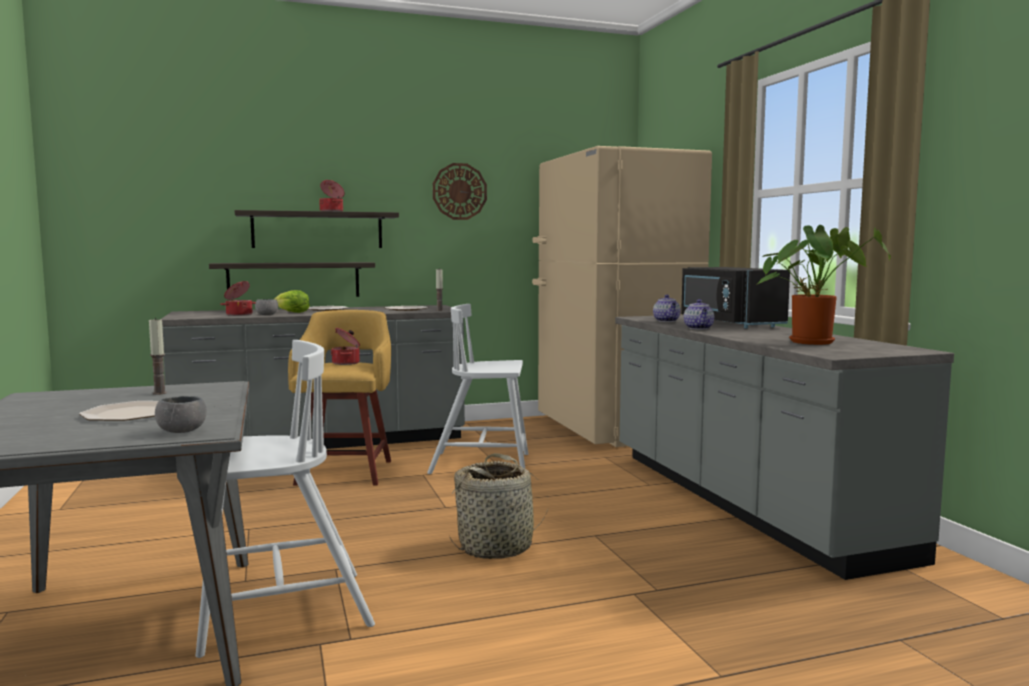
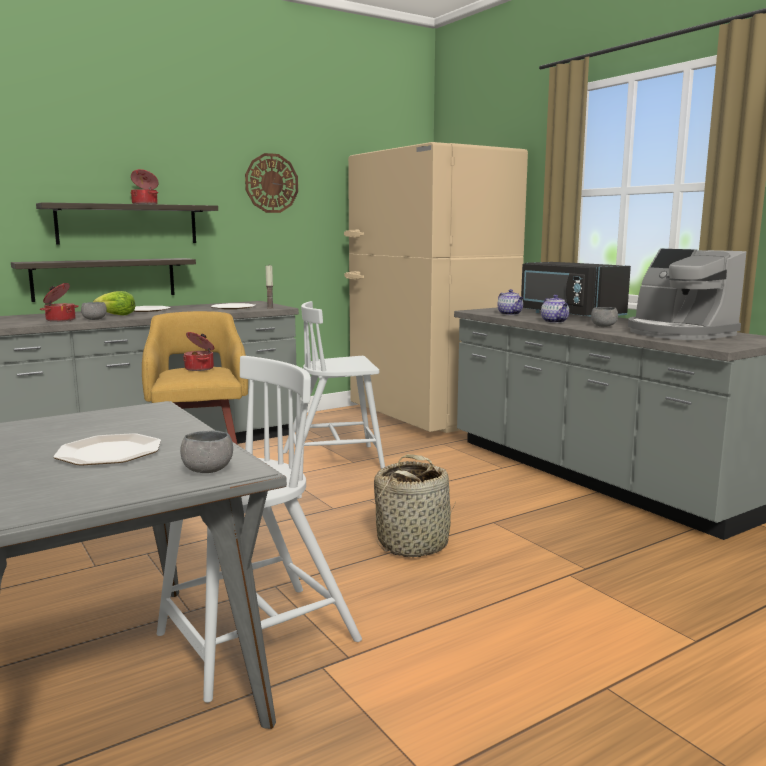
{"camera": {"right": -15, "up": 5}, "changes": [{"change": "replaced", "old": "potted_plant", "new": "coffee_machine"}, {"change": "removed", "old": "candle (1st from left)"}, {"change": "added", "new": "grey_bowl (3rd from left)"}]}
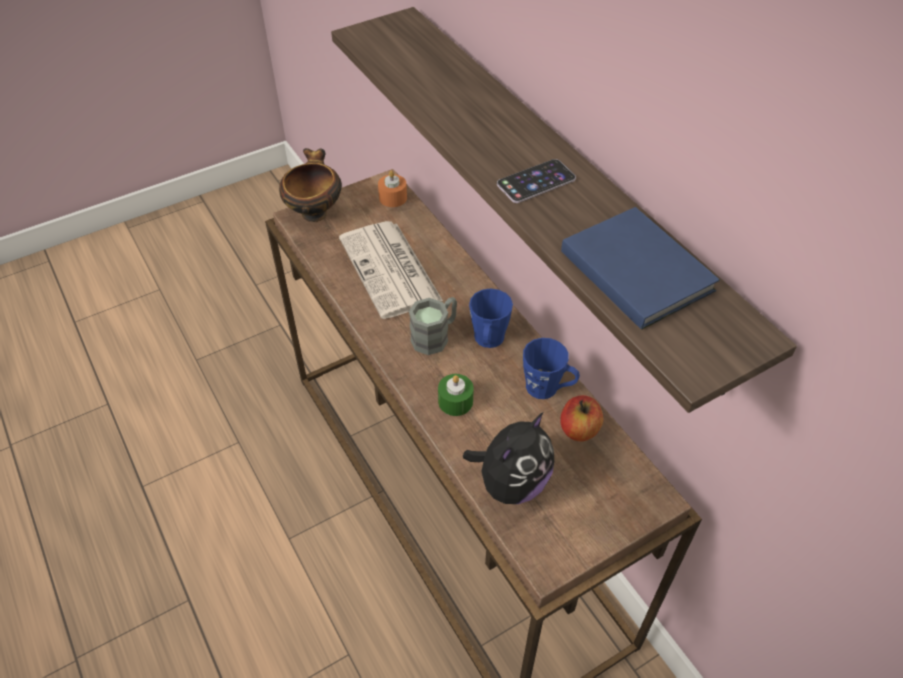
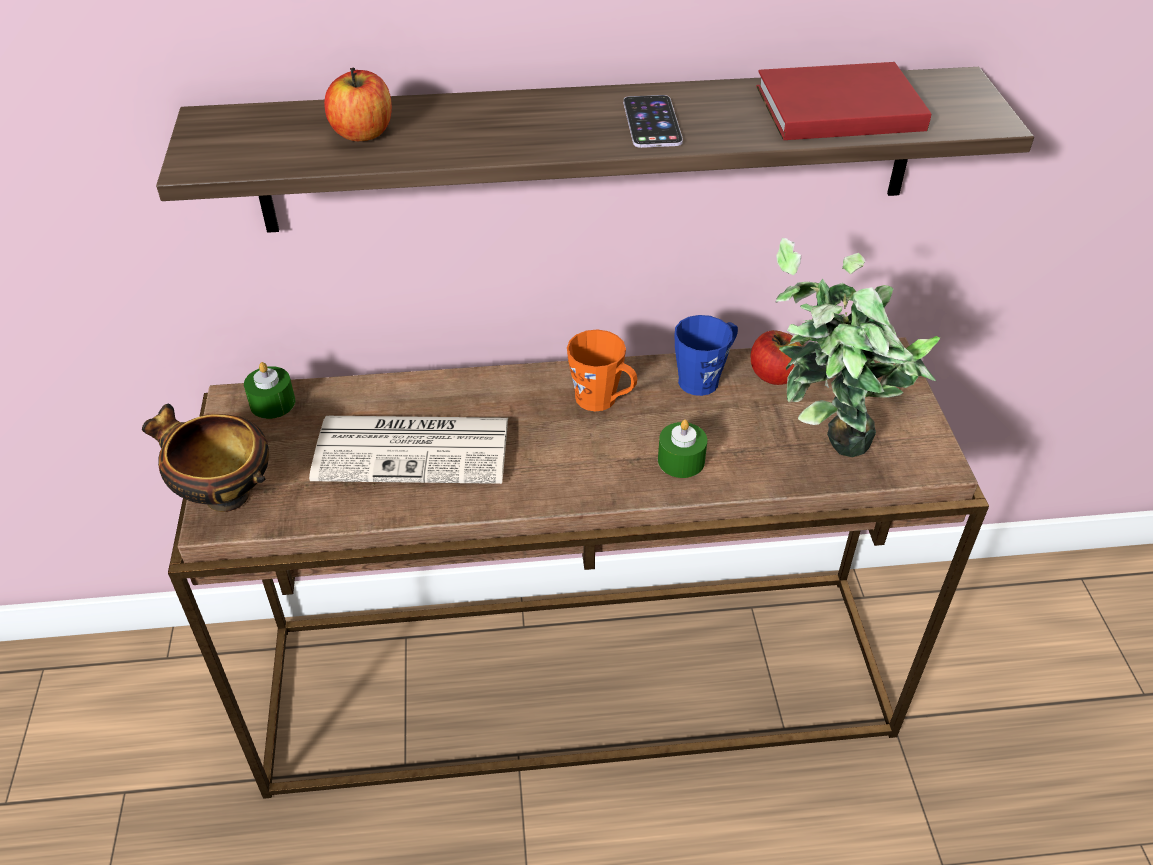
{"camera": {"right": -65, "up": -5}, "changes": [{"change": "recoloured", "old": "orange_candle", "new": "green_candle (1st from left)"}, {"change": "recoloured", "old": "blue_book", "new": "red_book"}, {"change": "recoloured", "old": "blue_mug (1st from left)", "new": "orange_mug"}, {"change": "removed", "old": "grey_mug"}, {"change": "replaced", "old": "plush_toy", "new": "potted_plant"}, {"change": "added", "new": "apple (1st from left)"}]}
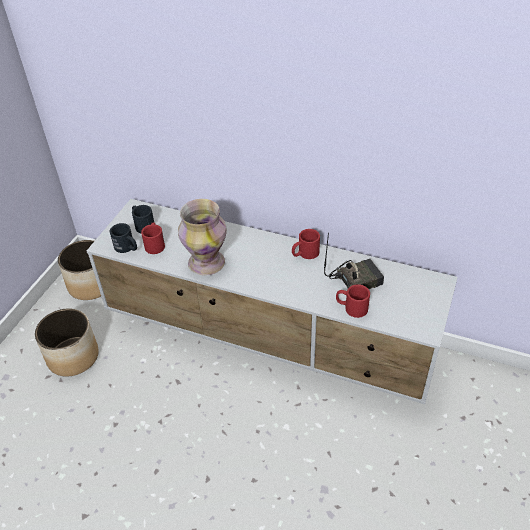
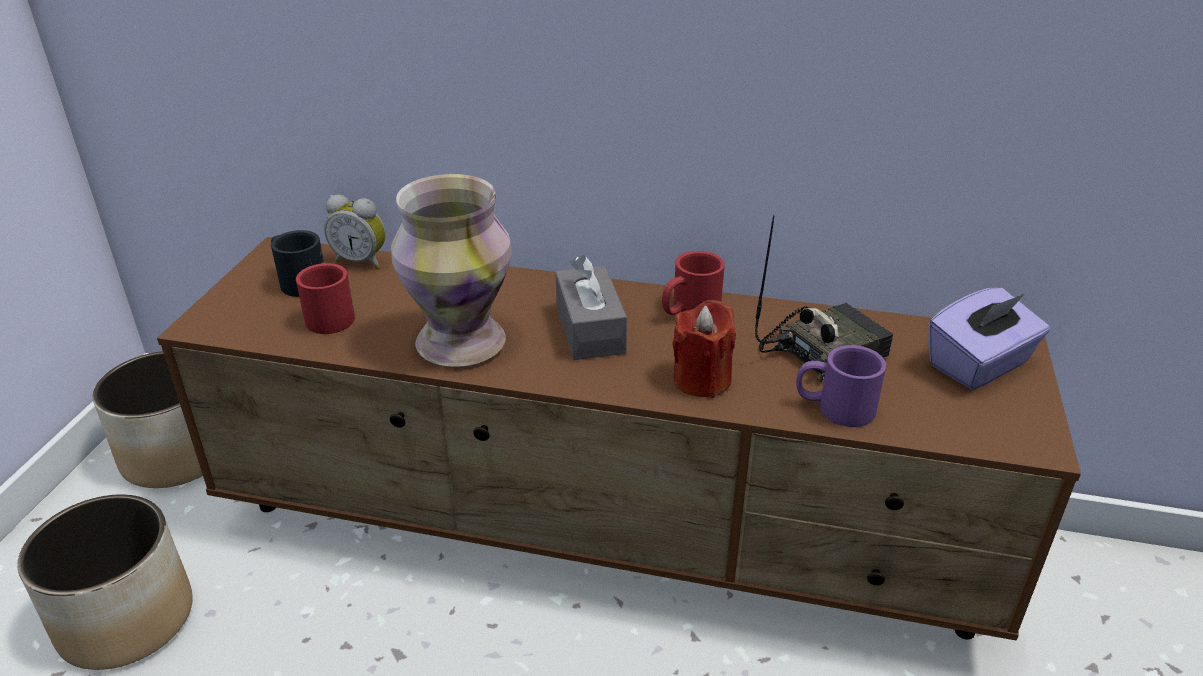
{"camera": {"right": -10, "up": -10}, "changes": [{"change": "recoloured", "old": "white_tv_stand", "new": "brown_tv_stand"}, {"change": "removed", "old": "black_mug (1st from left)"}, {"change": "recoloured", "old": "red_mug (3rd from left)", "new": "purple_mug"}, {"change": "added", "new": "alarm_clock"}, {"change": "added", "new": "grey_tissue_box"}, {"change": "added", "new": "purple_tissue_box"}, {"change": "added", "new": "red_candle"}]}
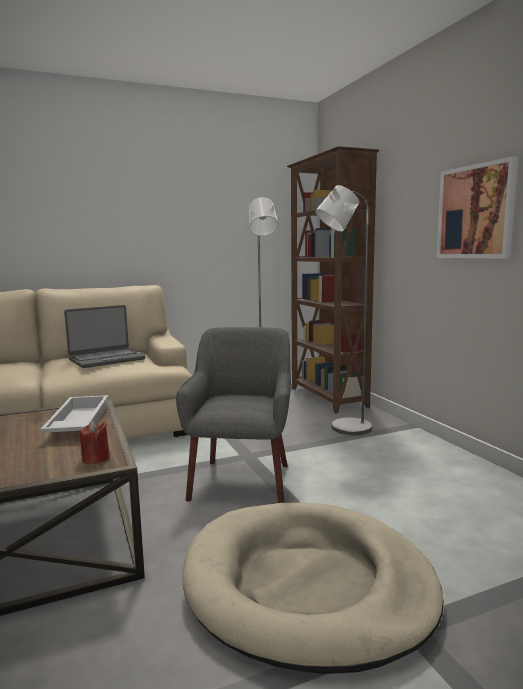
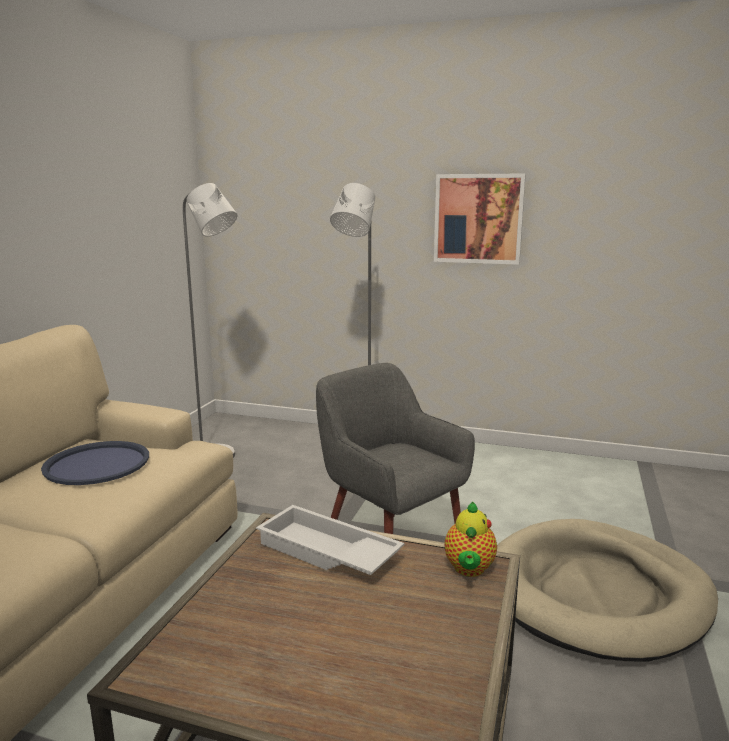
{"camera": {"right": -50, "up": 5}, "changes": [{"change": "removed", "old": "brown_bookcase"}, {"change": "replaced", "old": "laptop", "new": "blue_tray"}, {"change": "replaced", "old": "red_candle", "new": "teapot"}]}
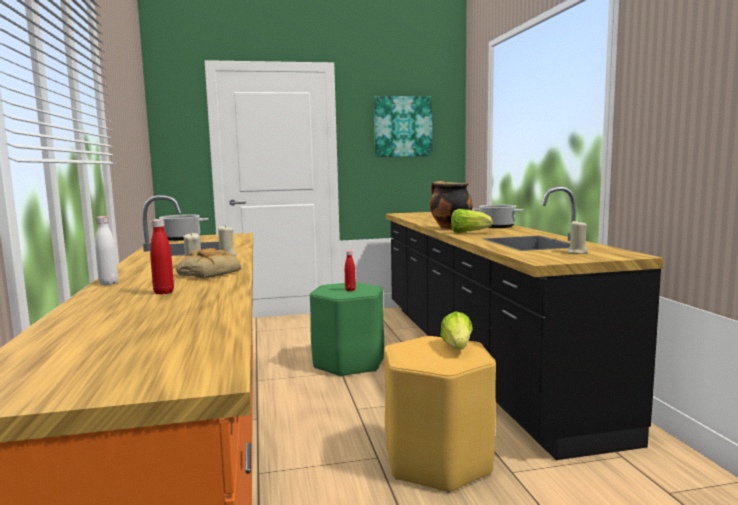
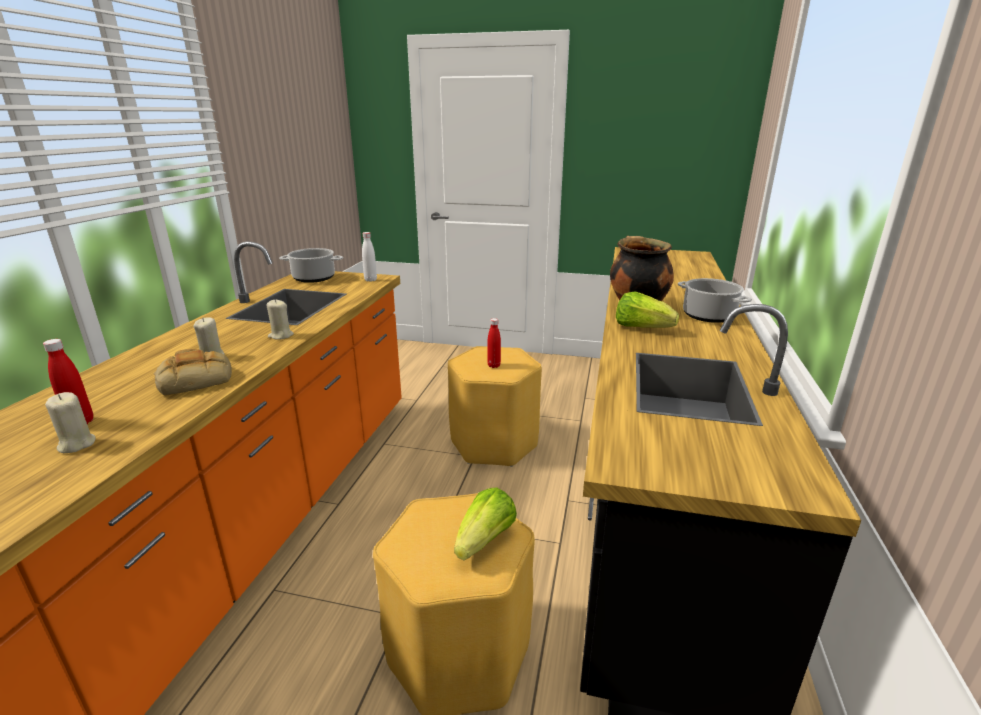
{"camera": {"right": 25, "up": 15}, "changes": [{"change": "removed", "old": "picture"}, {"change": "moved", "old": "white_bottle"}, {"change": "moved", "old": "beige_candle (3rd from left in the first image)", "new": "beige_candle (1st from left)"}, {"change": "recoloured", "old": "green_stool", "new": "yellow_stool (2nd from left)"}]}
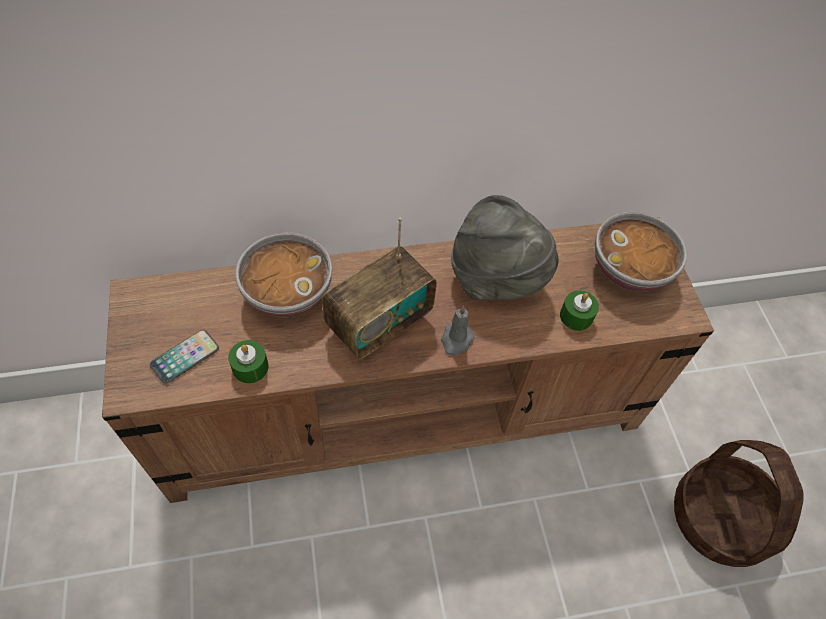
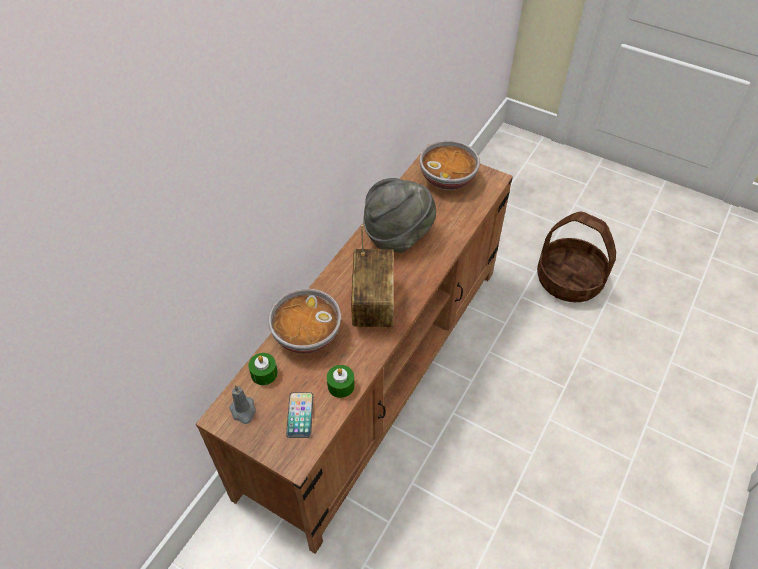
{"camera": {"right": -45, "up": -5}, "changes": [{"change": "moved", "old": "green_candle (2nd from left in the first image)", "new": "green_candle (1st from left)"}, {"change": "moved", "old": "grey_candle"}]}
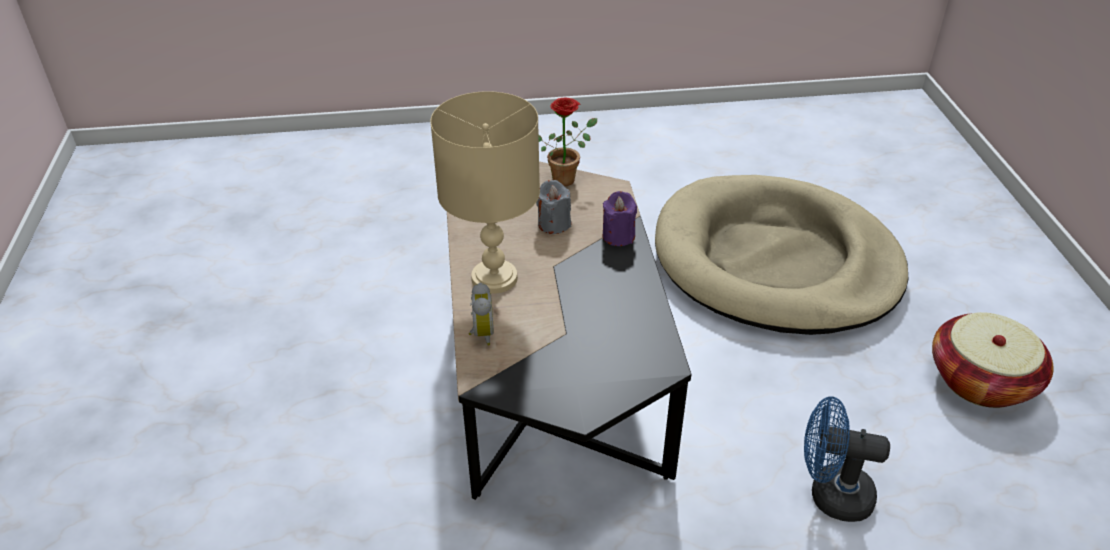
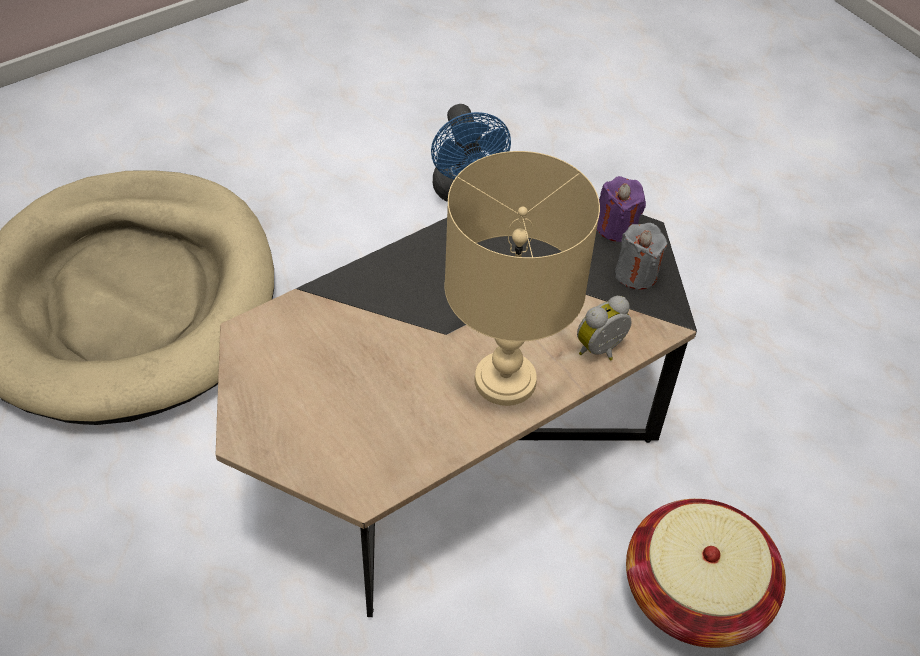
{"camera": {"right": -120, "up": 10}, "changes": [{"change": "removed", "old": "potted_plant"}, {"change": "moved", "old": "grey_candle"}, {"change": "moved", "old": "purple_candle"}, {"change": "moved", "old": "basket"}]}
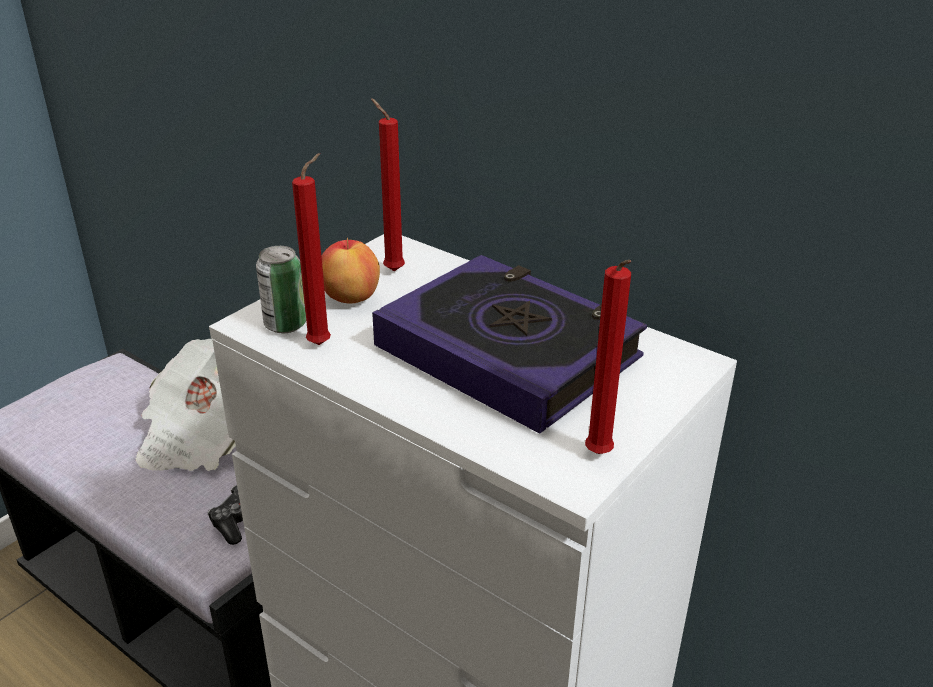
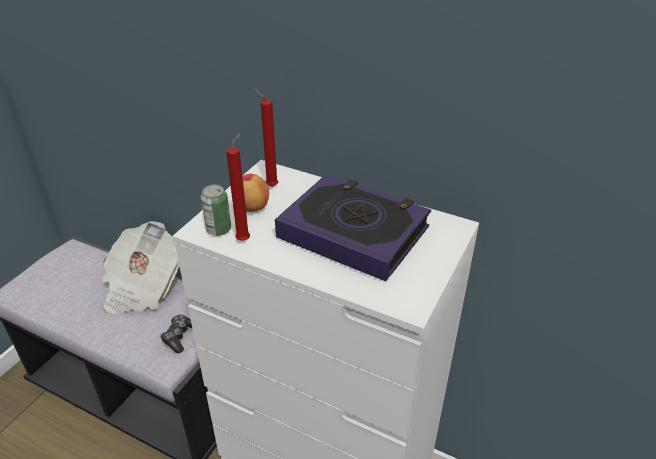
{"camera": {"right": -10, "up": 5}, "changes": [{"change": "removed", "old": "red_candle (3rd from left)"}]}
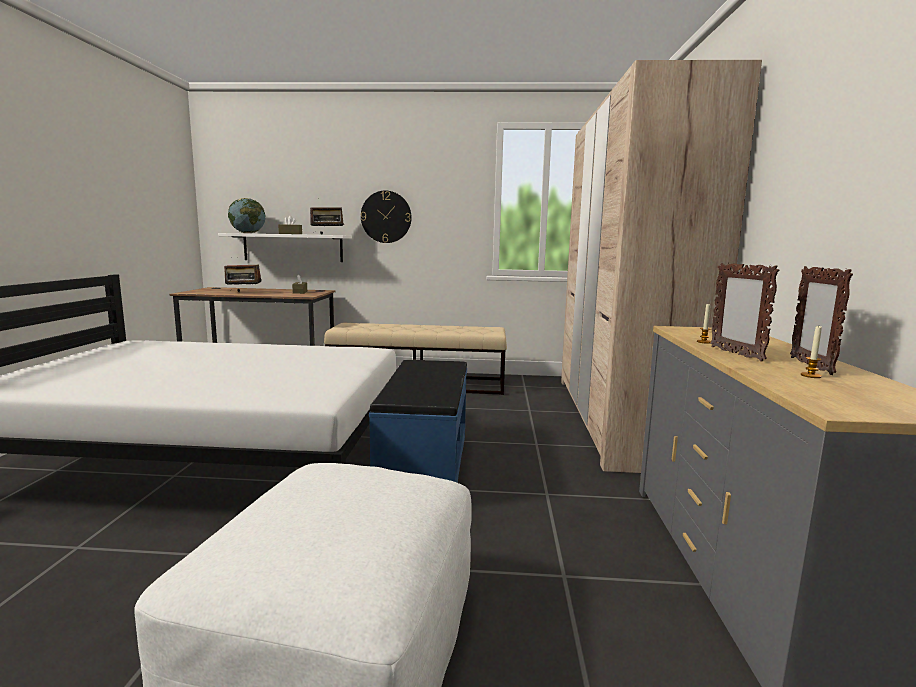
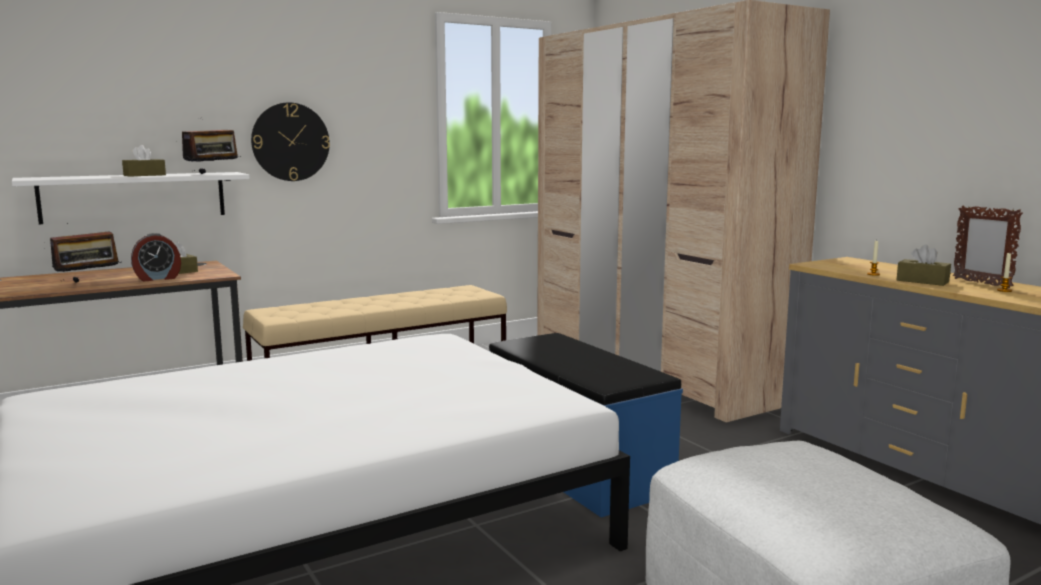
{"camera": {"right": -35, "up": 0}, "changes": [{"change": "removed", "old": "globe"}, {"change": "replaced", "old": "picture_frame (1st from left)", "new": "brown_tissue_box (3rd from left)"}, {"change": "added", "new": "alarm_clock"}]}
